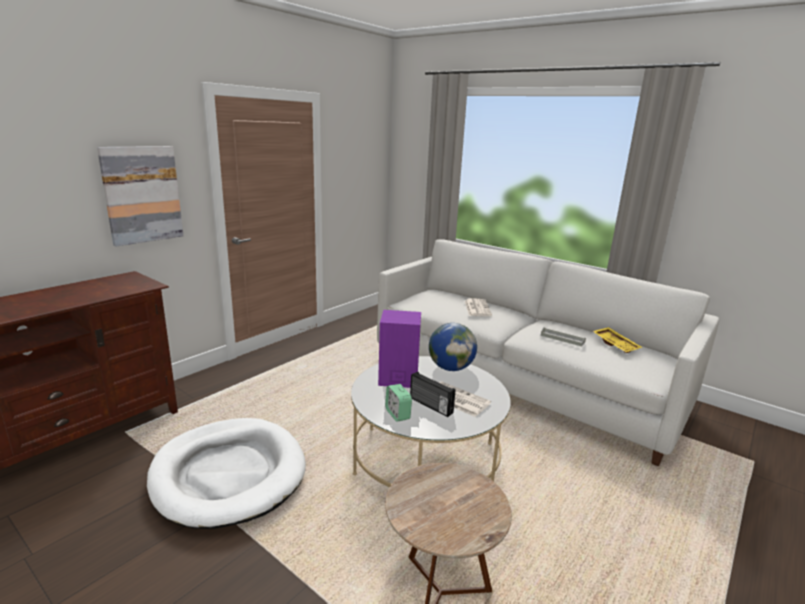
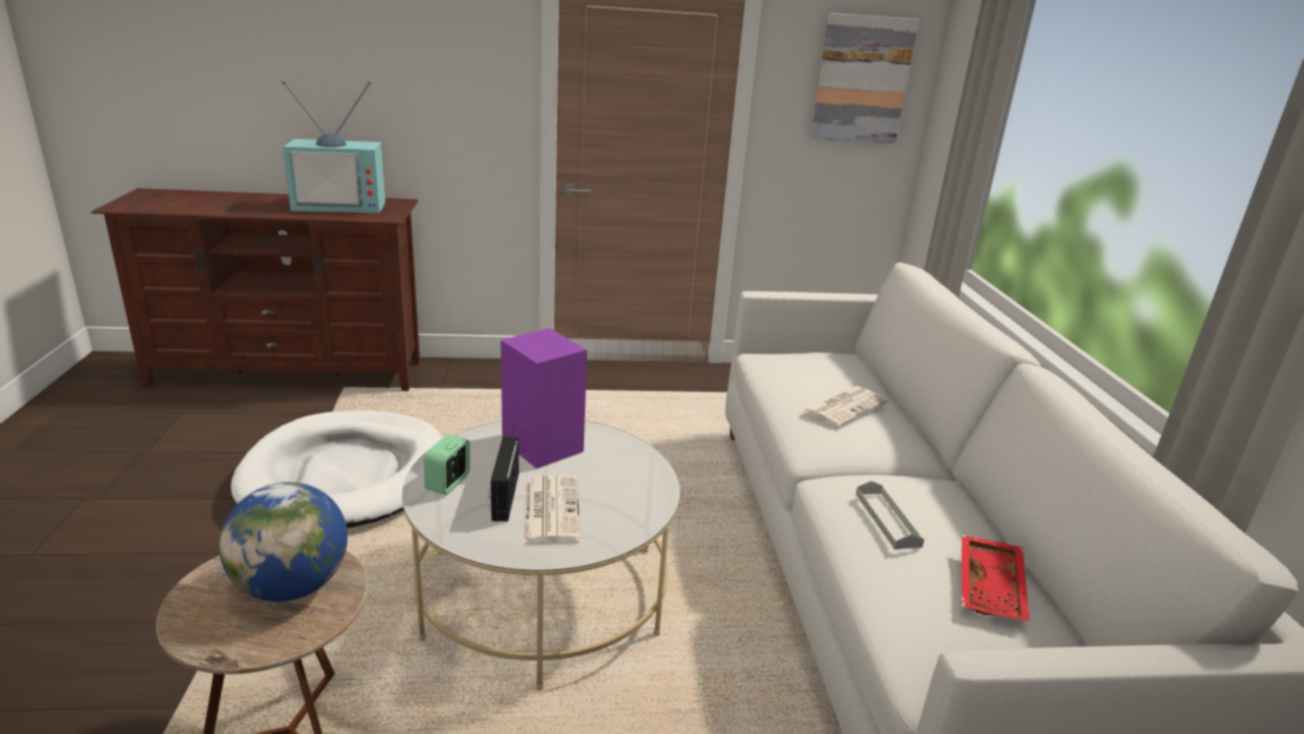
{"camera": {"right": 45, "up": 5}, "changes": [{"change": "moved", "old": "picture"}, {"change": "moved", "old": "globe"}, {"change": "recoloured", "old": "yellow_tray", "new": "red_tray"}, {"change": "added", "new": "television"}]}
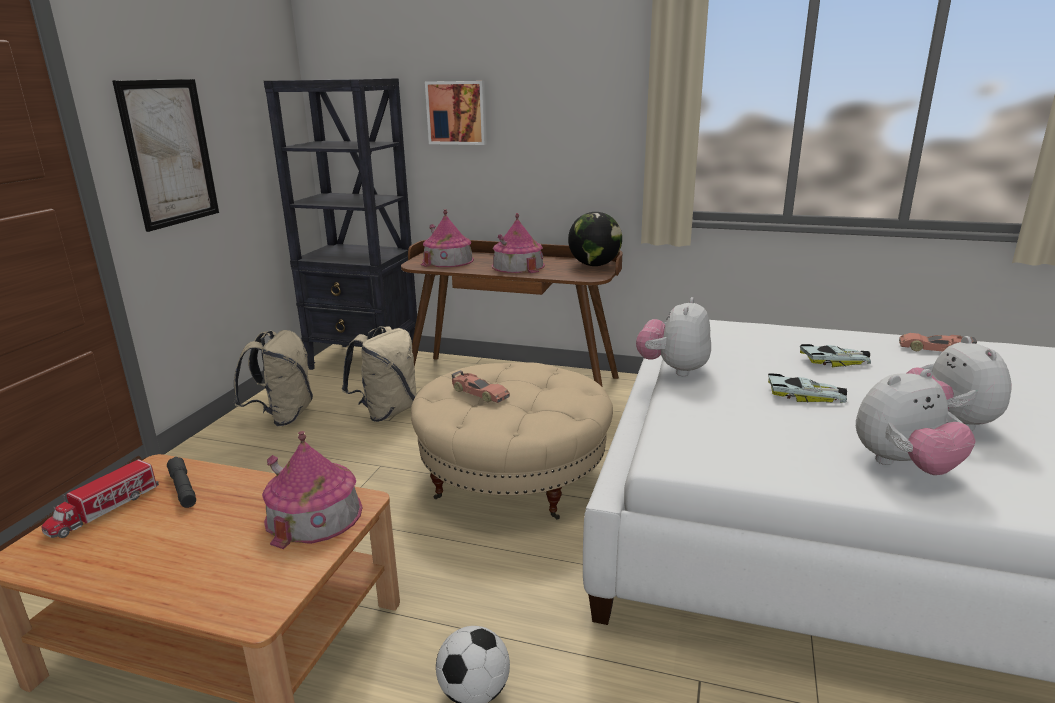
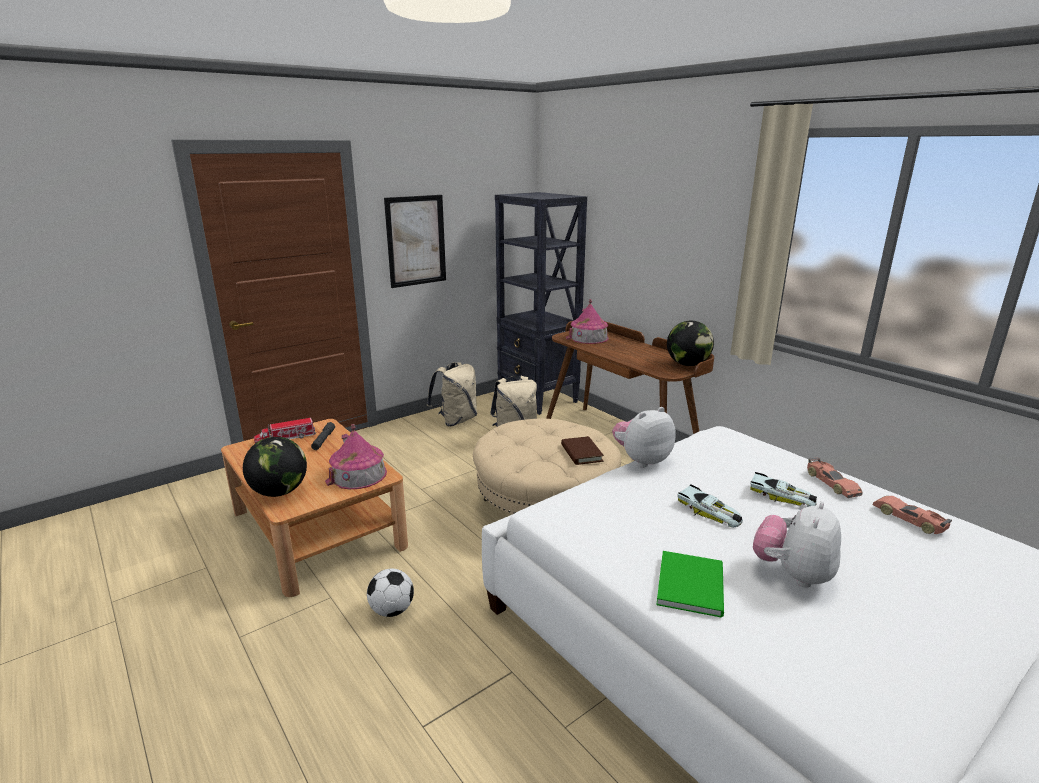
{"camera": {"right": 35, "up": 0}, "changes": [{"change": "removed", "old": "picture (2nd from left)"}, {"change": "removed", "old": "toy_house (3rd from left)"}, {"change": "replaced", "old": "plush_toy (2nd from left)", "new": "green_book"}, {"change": "moved", "old": "toy_car (1st from left in the first image)", "new": "toy_car (3rd from left)"}, {"change": "added", "new": "brown_book"}, {"change": "added", "new": "globe (1st from left)"}]}
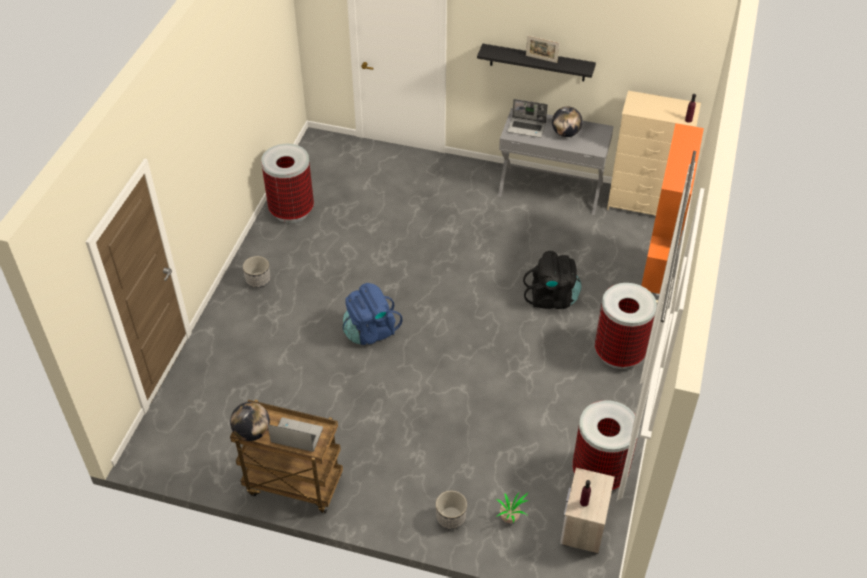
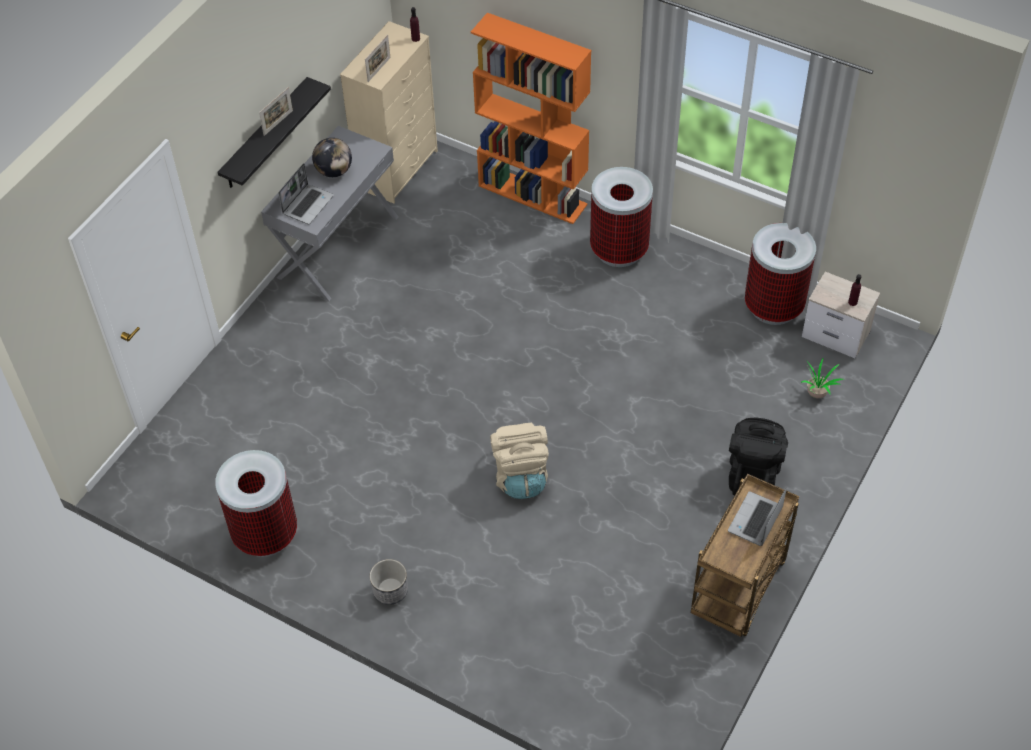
{"camera": {"right": -75, "up": 5}, "changes": [{"change": "moved", "old": "black_backpack"}, {"change": "recoloured", "old": "blue_backpack", "new": "beige_backpack"}, {"change": "removed", "old": "globe (1st from left)"}, {"change": "removed", "old": "planter (2nd from left)"}, {"change": "added", "new": "picture_frame (2nd from left)"}]}
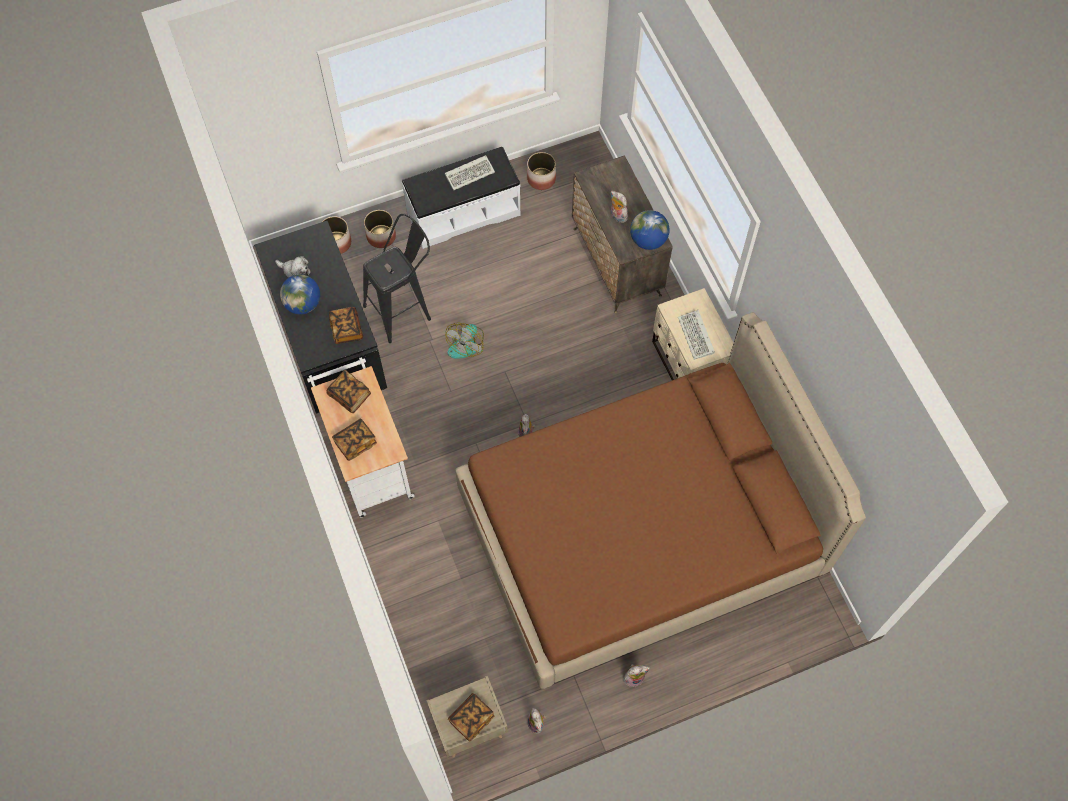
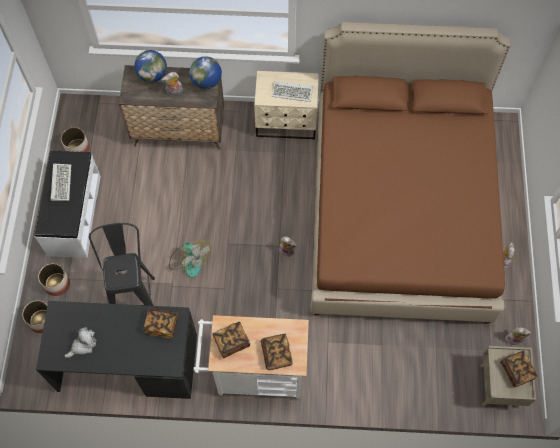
{"camera": {"right": -65, "up": 0}, "changes": [{"change": "moved", "old": "globe (1st from left)"}]}
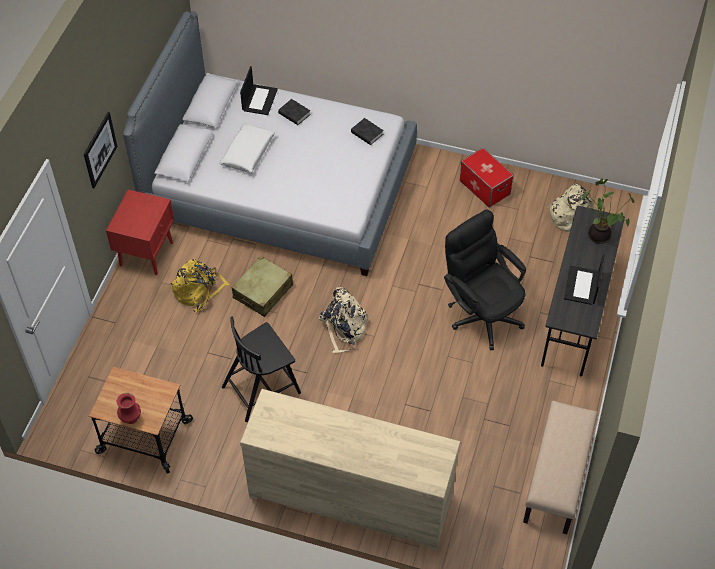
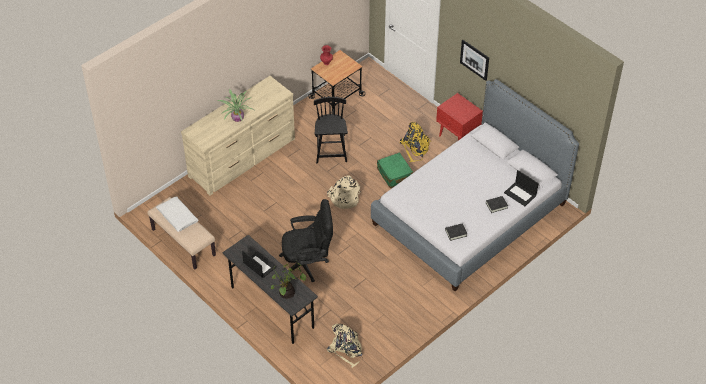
{"camera": {"right": 120, "up": -5}, "changes": [{"change": "moved", "old": "white_pillow"}, {"change": "removed", "old": "storage_box"}, {"change": "recoloured", "old": "beige_suitcase", "new": "green_suitcase"}, {"change": "added", "new": "potted_plant (1st from left)"}]}
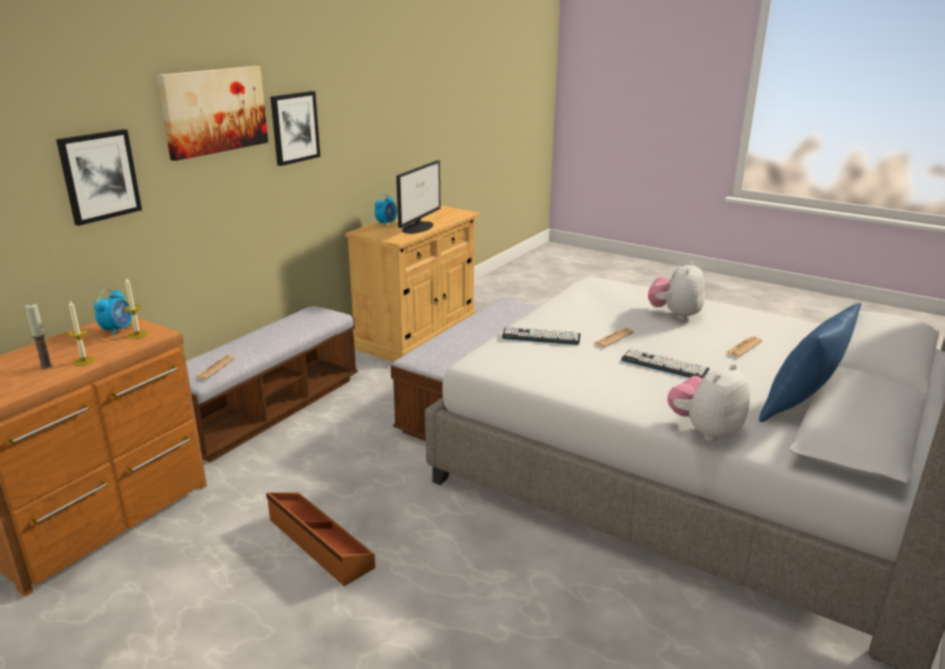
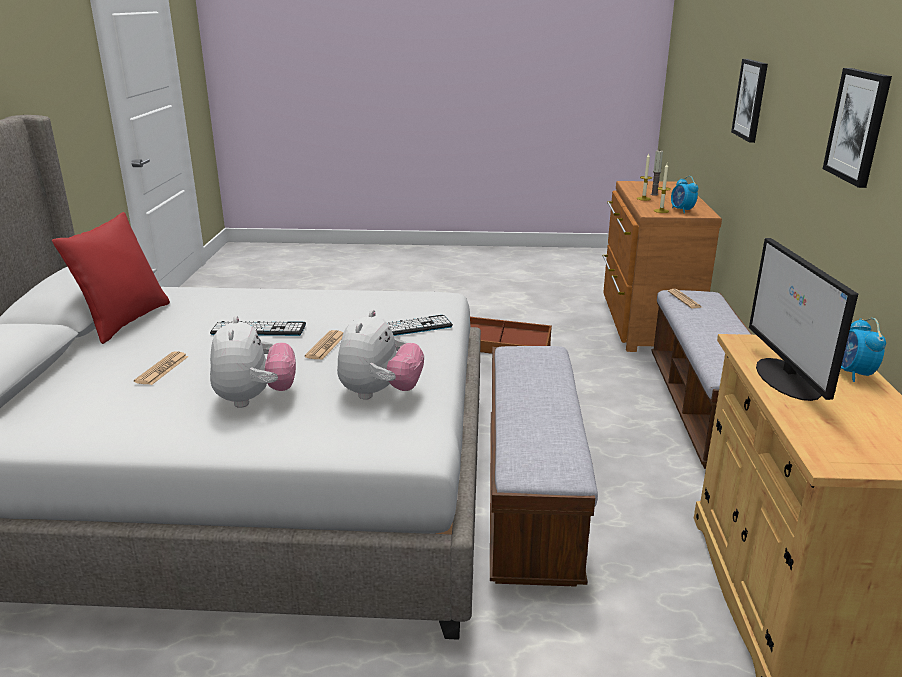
{"camera": {"right": 150, "up": 0}, "changes": [{"change": "removed", "old": "picture (2nd from left)"}, {"change": "recoloured", "old": "blue_pillow", "new": "red_pillow"}, {"change": "moved", "old": "plush_toy (2nd from left)"}]}
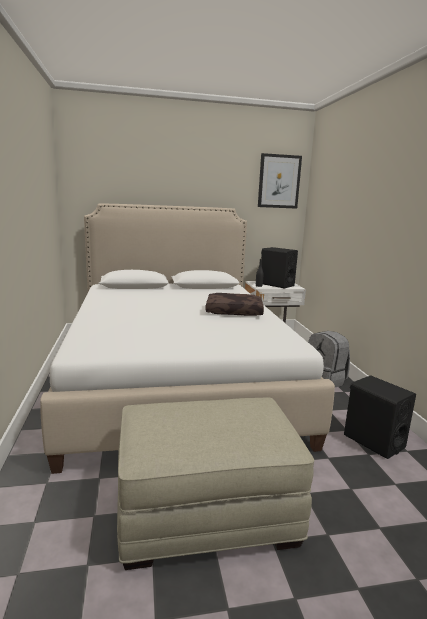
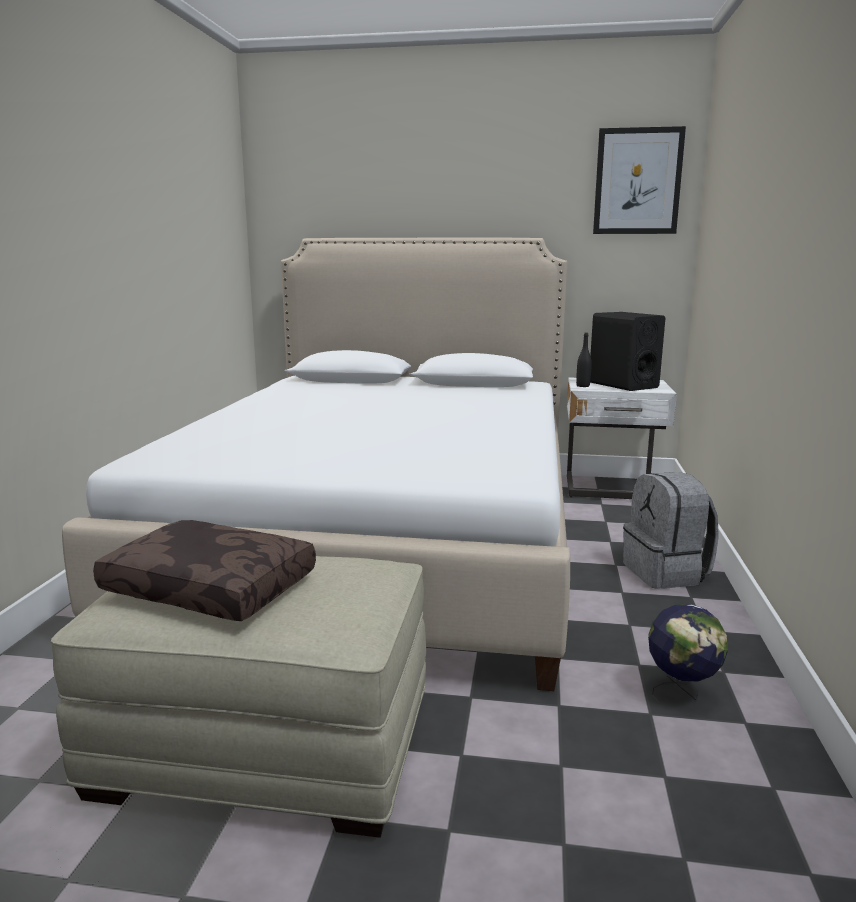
{"camera": {"right": 20, "up": 0}, "changes": [{"change": "moved", "old": "brown_pillow"}, {"change": "replaced", "old": "black_speaker (2nd from left)", "new": "globe"}]}
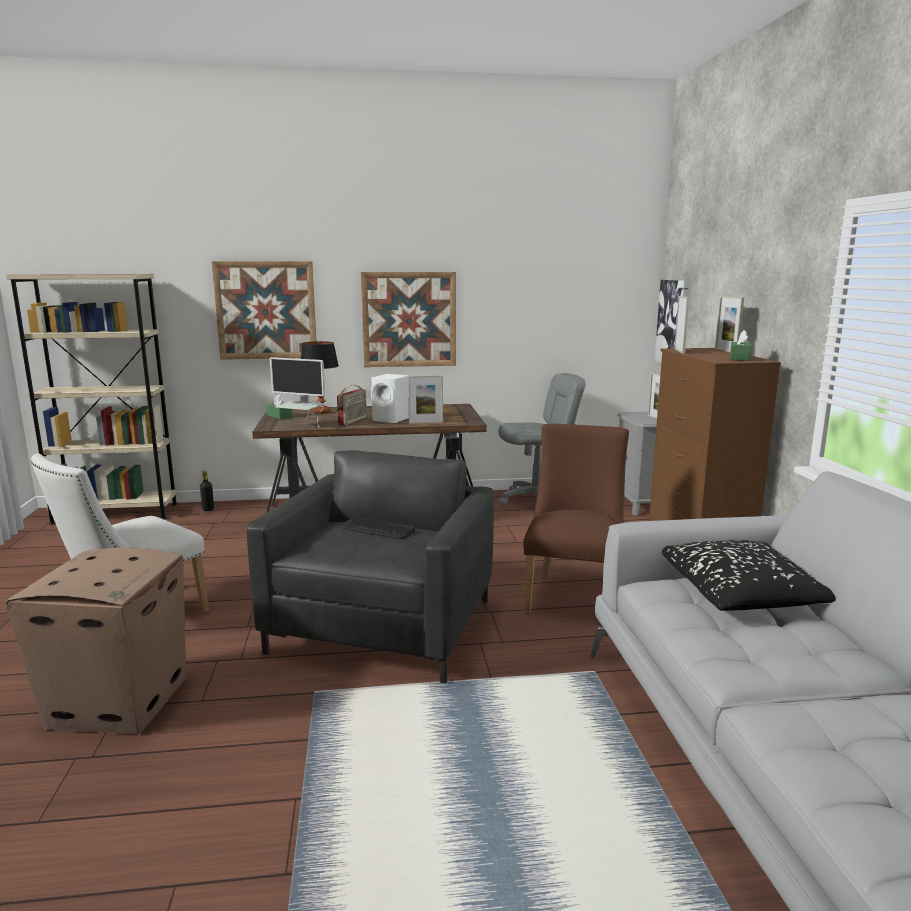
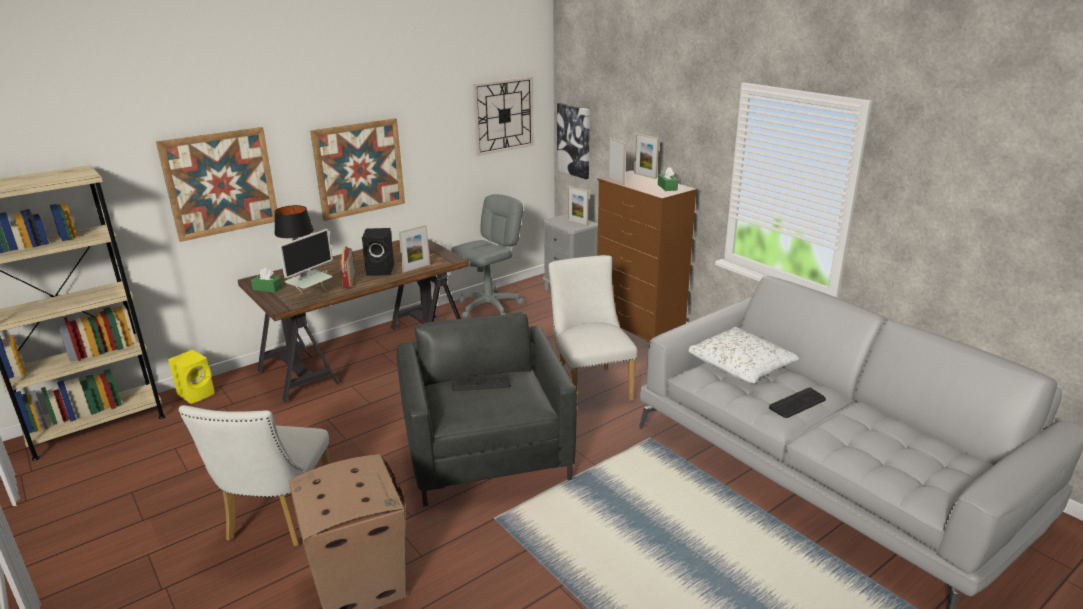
{"camera": {"right": -30, "up": 10}, "changes": [{"change": "turned", "old": "monitor", "degrees": -45}, {"change": "recoloured", "old": "white_speaker", "new": "black_speaker"}, {"change": "recoloured", "old": "brown_chair", "new": "white_chair (2nd from left)"}, {"change": "replaced", "old": "black_bottle", "new": "yellow_speaker"}, {"change": "recoloured", "old": "black_pillow", "new": "white_pillow"}, {"change": "added", "new": "wall_clock"}, {"change": "added", "new": "keyboard (2nd from left)"}]}
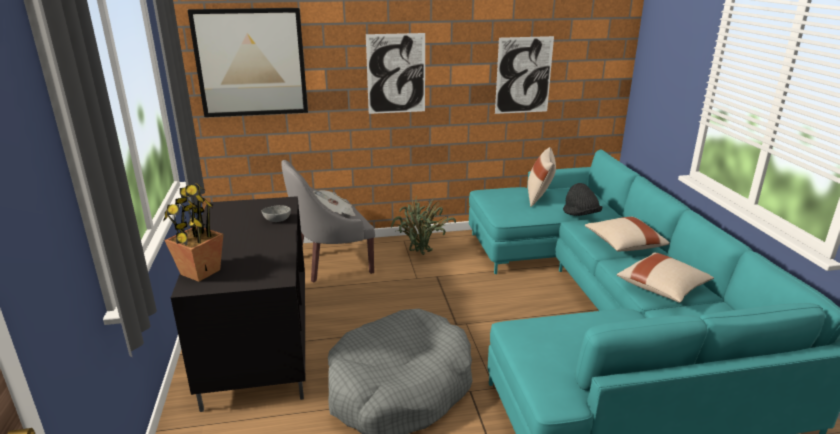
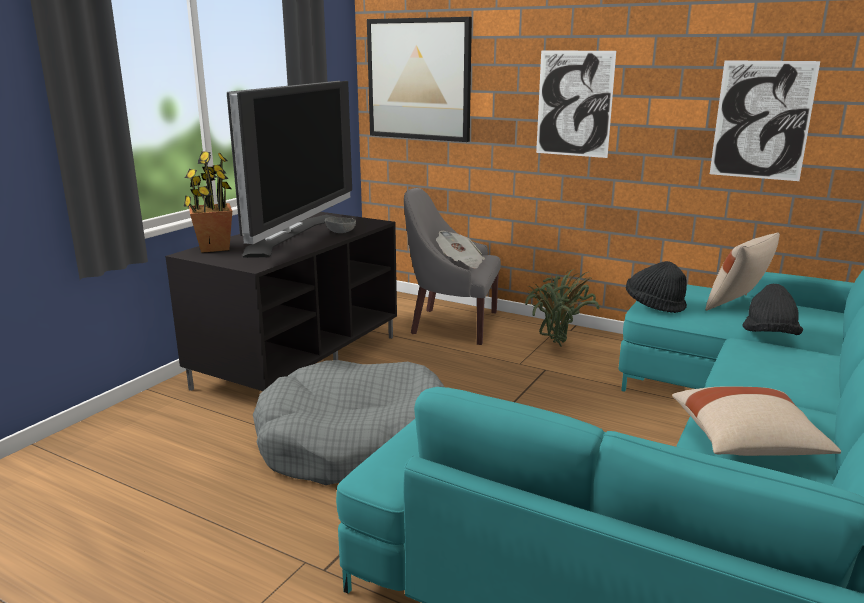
{"camera": {"right": 40, "up": -5}, "changes": [{"change": "removed", "old": "beige_pillow (2nd from left)"}, {"change": "added", "new": "television"}, {"change": "added", "new": "black_hat (1st from left)"}]}
